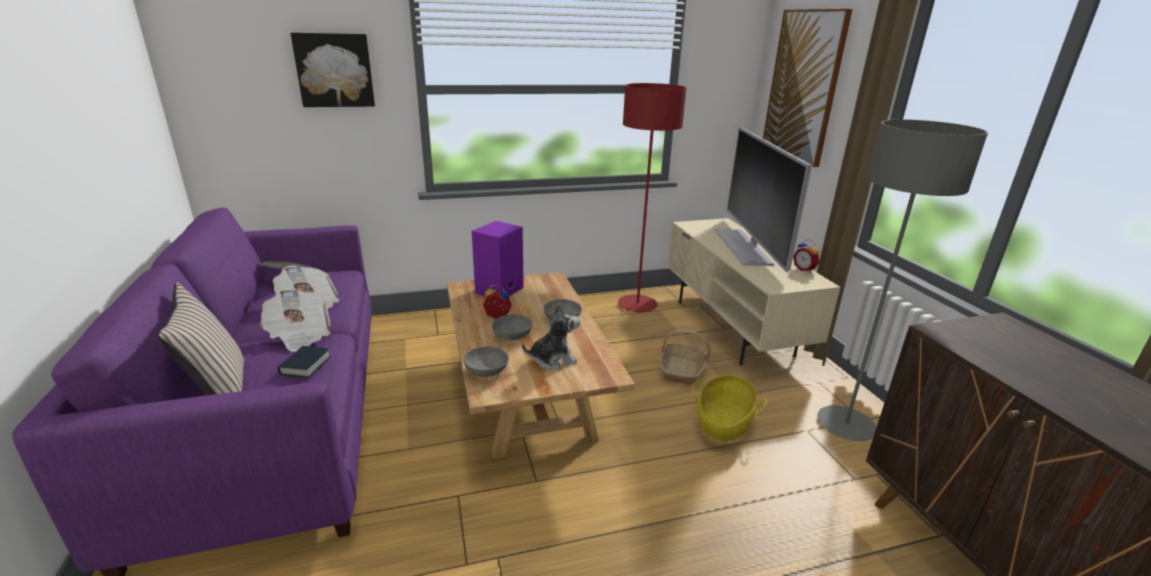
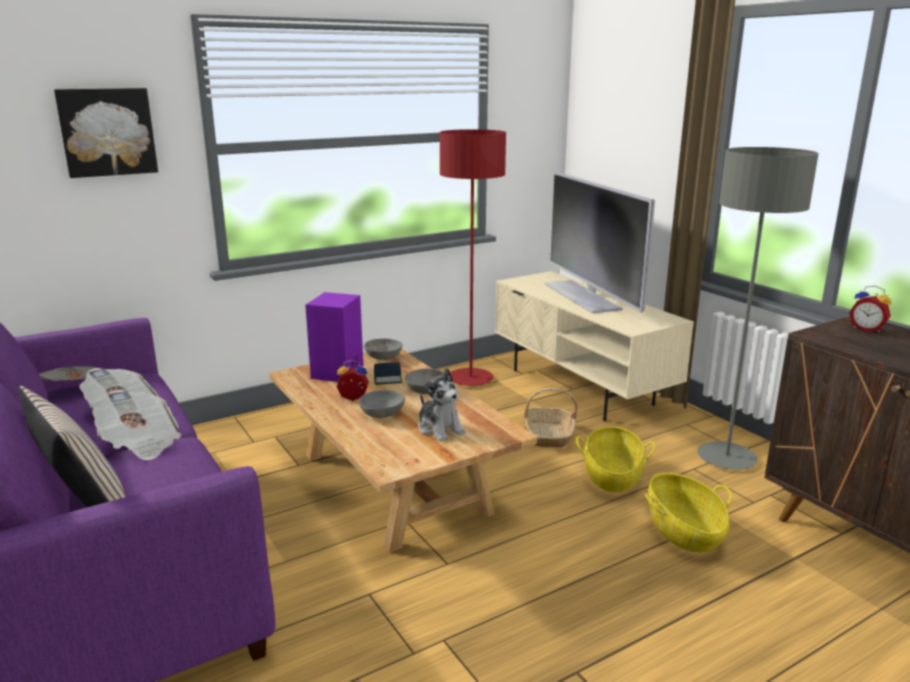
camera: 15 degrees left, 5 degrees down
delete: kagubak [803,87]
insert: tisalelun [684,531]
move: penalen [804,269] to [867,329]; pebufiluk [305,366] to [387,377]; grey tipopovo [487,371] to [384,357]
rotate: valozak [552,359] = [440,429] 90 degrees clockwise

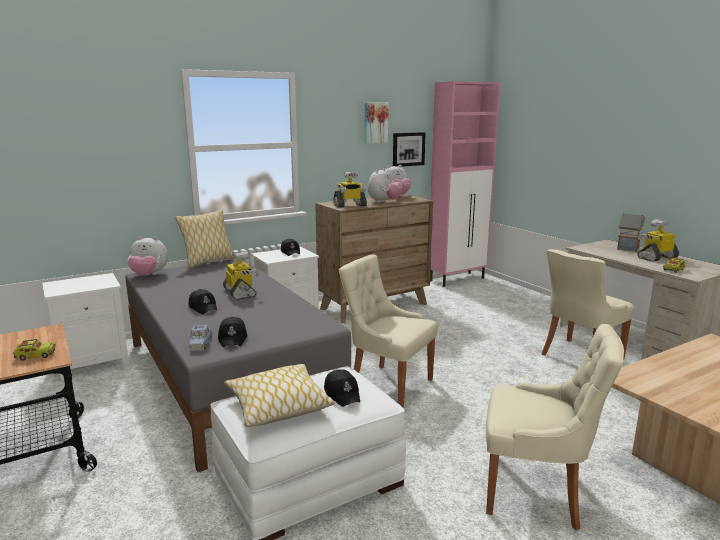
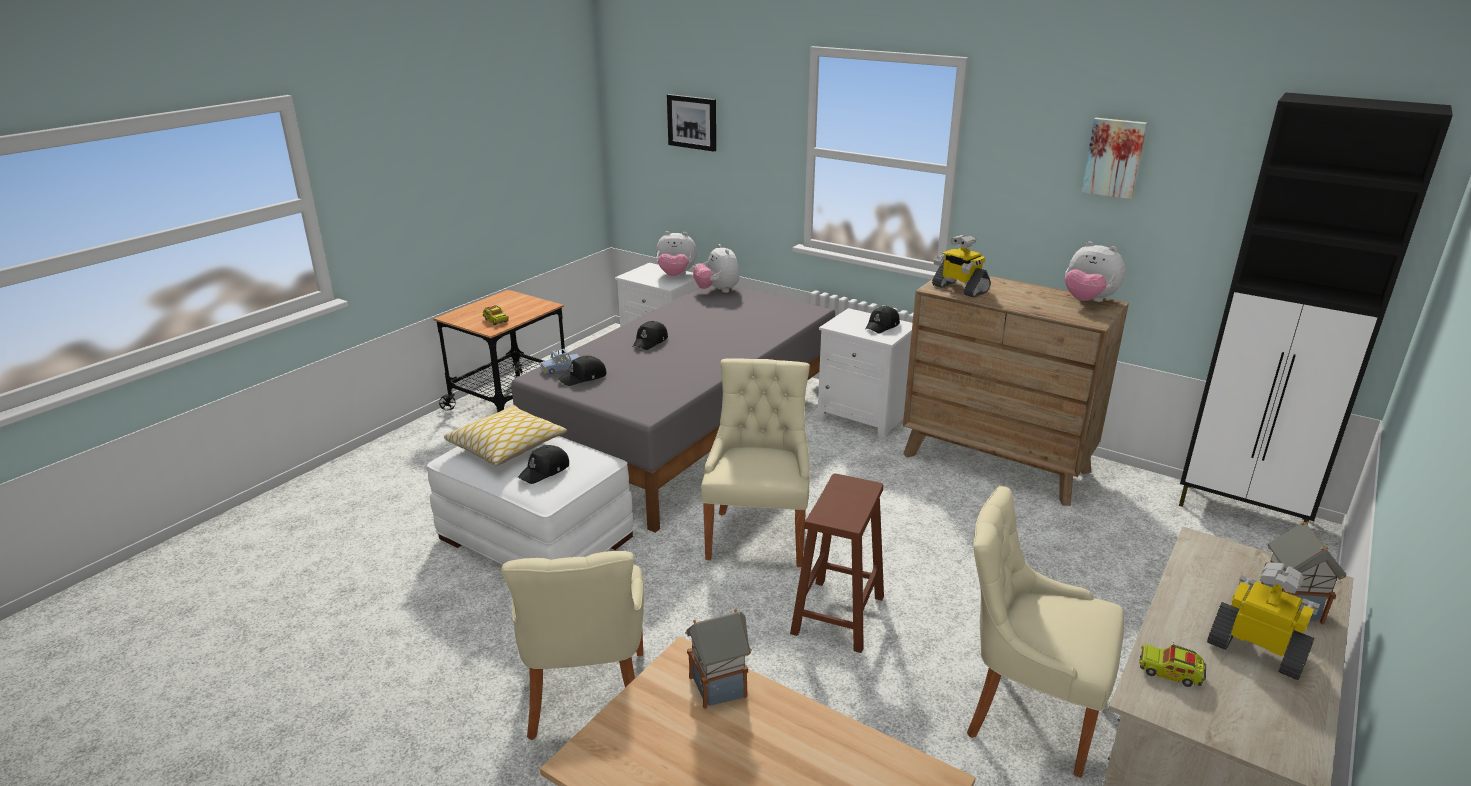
camera: 65 degrees right, 10 degrees up
delete: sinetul [208,262]; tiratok [240,293]
insert: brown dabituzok [838,616]; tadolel [719,686]
move: kagubak [408,149] to [692,122]; valozak [384,202] to [676,275]
recolor: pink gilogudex [458,279] to black gilogudex [1243,512]

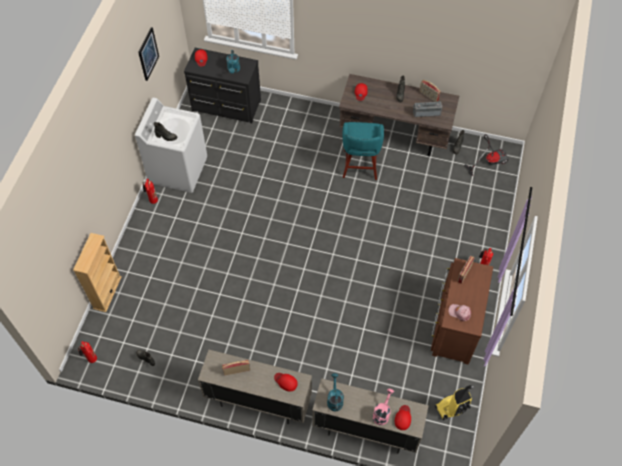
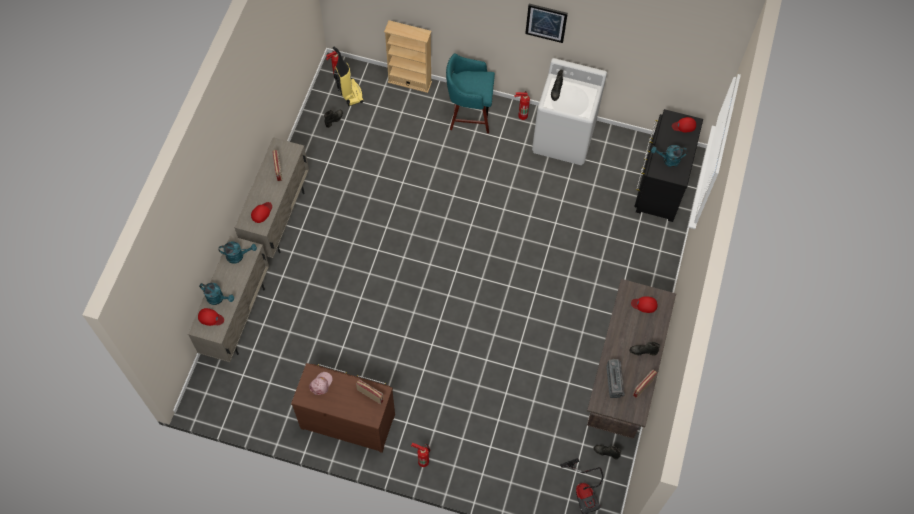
camera: 90 degrees right, 5 degrees up
move: kagubak [148,54] to [546,22]; turquoise dabituzok [360,166] to [469,115]; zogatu [452,408] to [350,93]
recolor: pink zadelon [382,413] to turquoise zadelon [218,298]

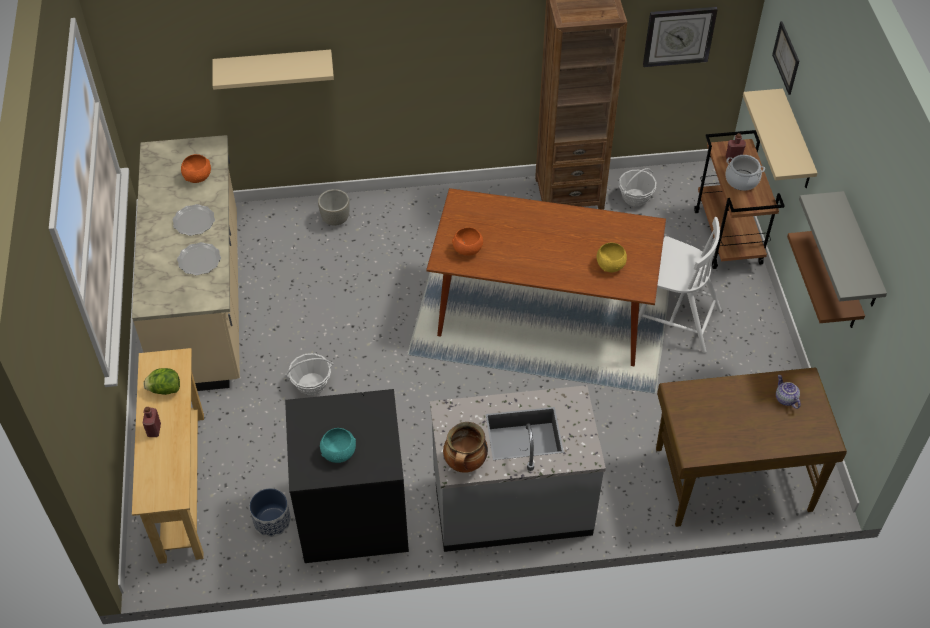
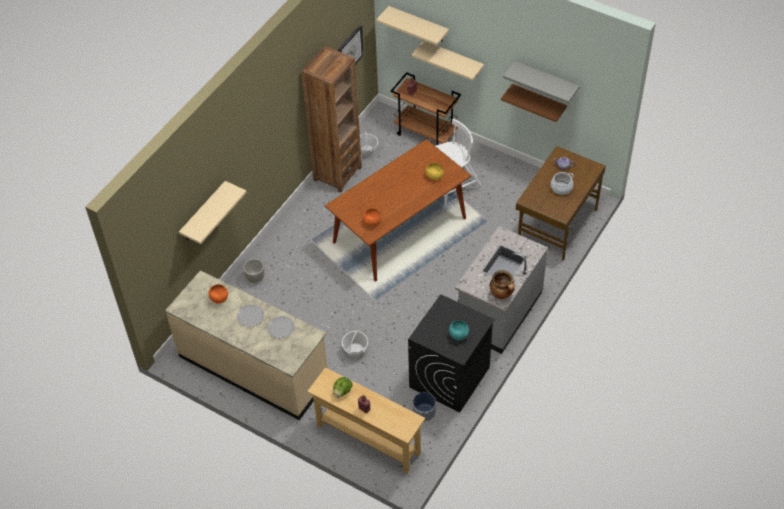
camera: 50 degrees left, 0 degrees up
move: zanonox [741,180] to [561,188]
replace: kagubak [786,57] to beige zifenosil [418,24]

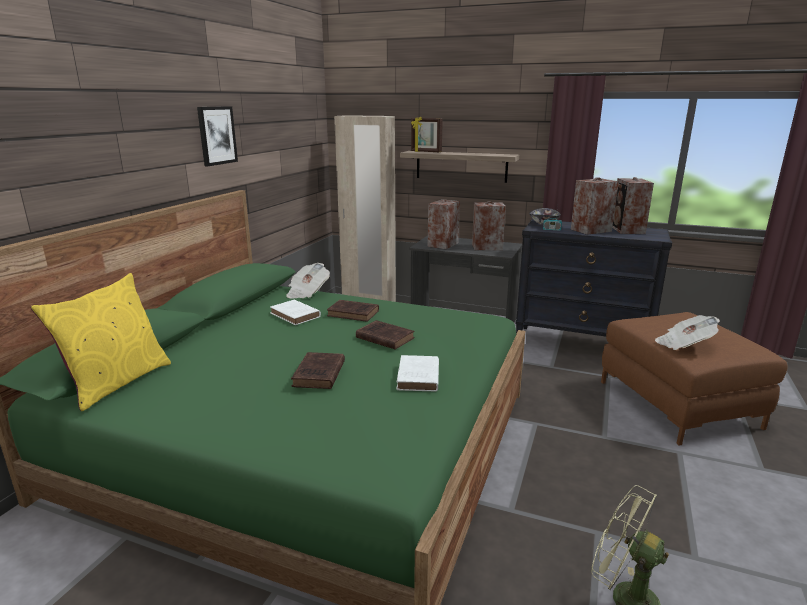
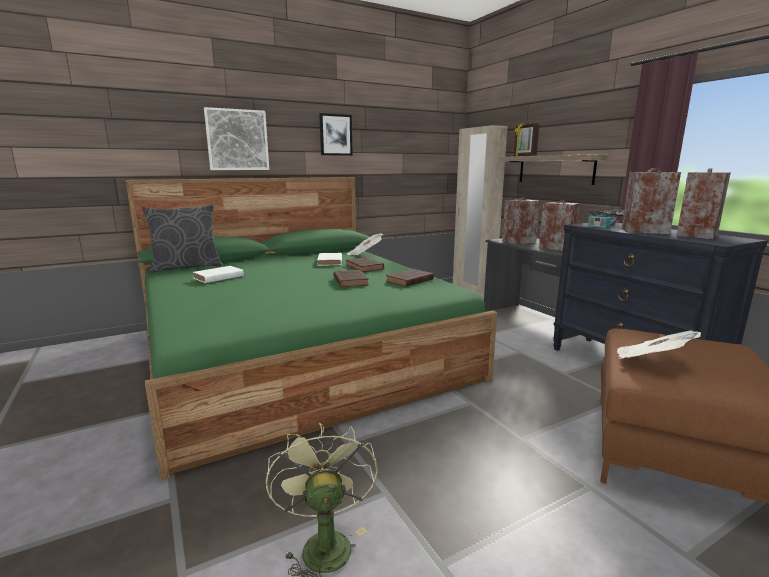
camera: 40 degrees right, 5 degrees down
insert: kagubak [237,140]
move: brown pebufiluk [318,375] to [409,281]; white pebufiluk [418,377] to [217,277]
recolor: yellow sinetul [117,382] to grey sinetul [186,267]

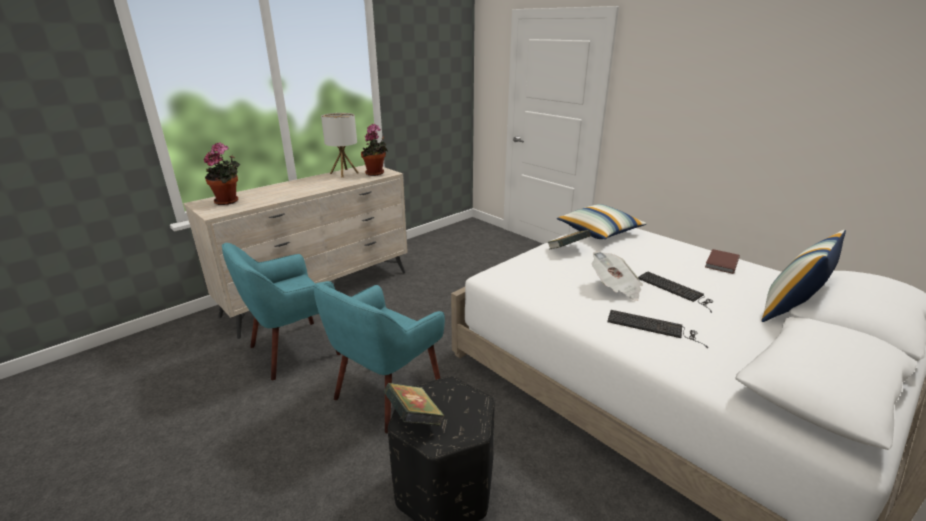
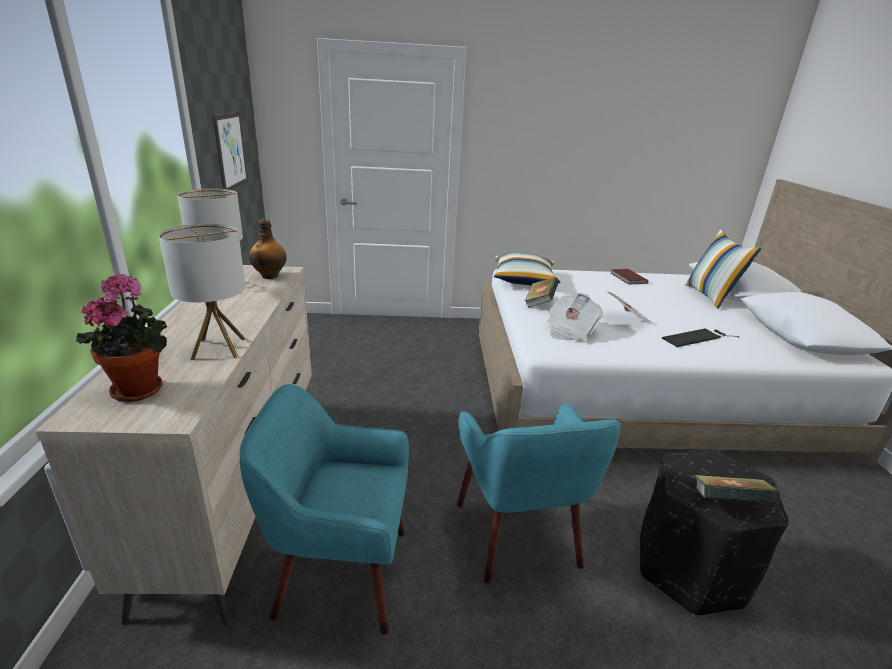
camera: 50 degrees left, 0 degrees up
delete: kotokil [676,290]
insert: kagubak [231,151]; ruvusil [218,348]; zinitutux [570,331]
replace: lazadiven [376,173] to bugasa [270,276]
rotate: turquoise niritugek [293,350] = [340,573] 90 degrees clockwise

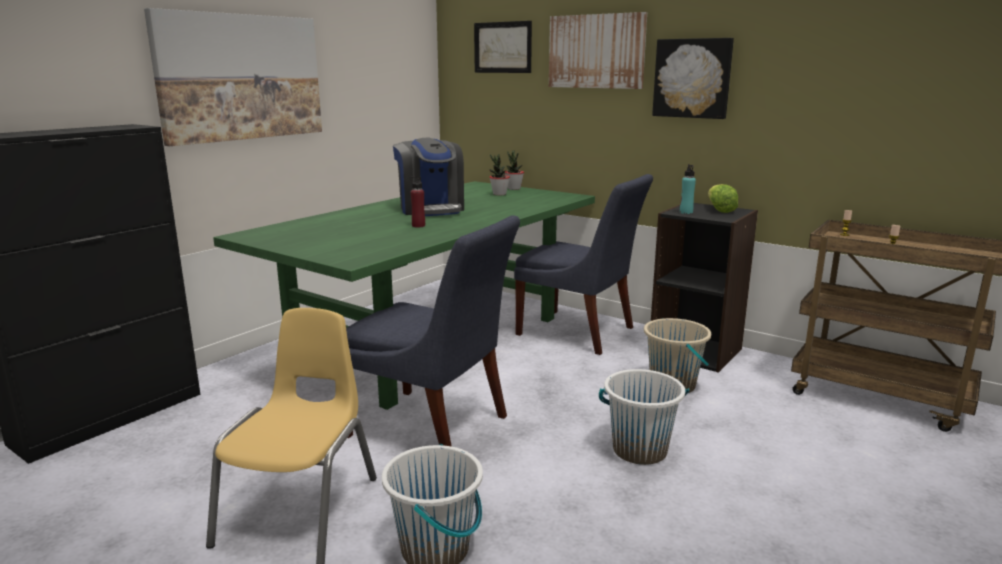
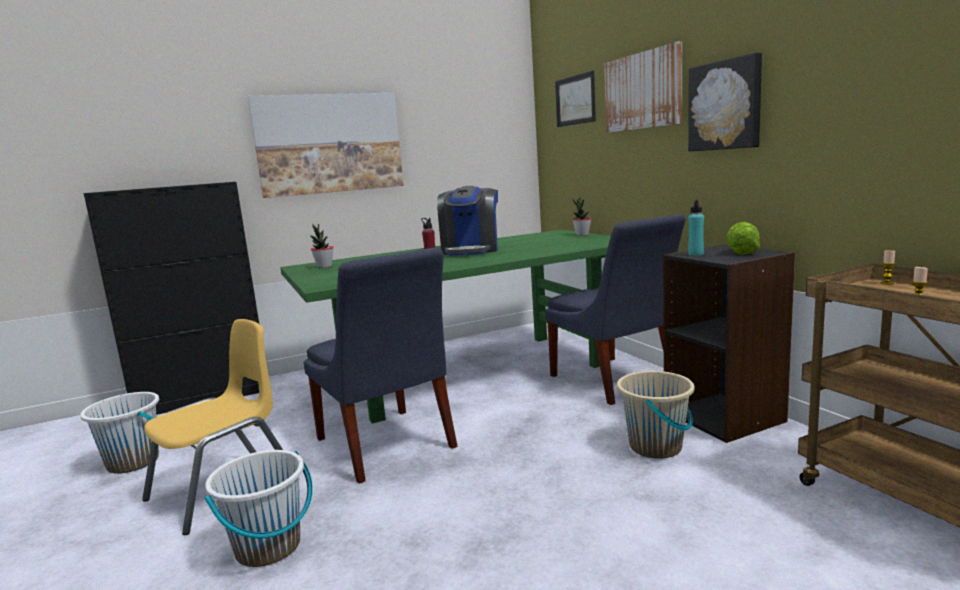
camera: 30 degrees right, 5 degrees down
move: lazadiven [499,194] to [324,266]; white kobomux [639,450] to [133,462]

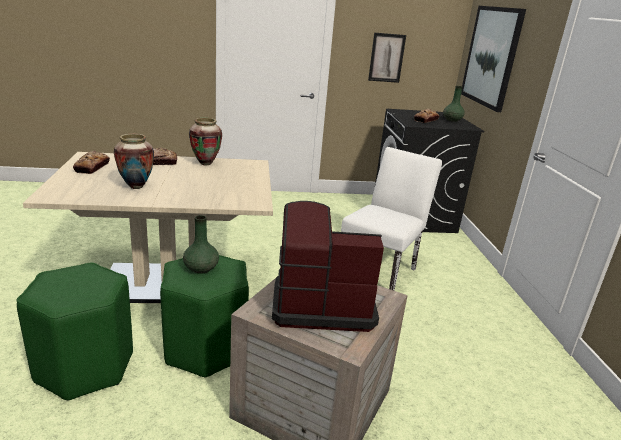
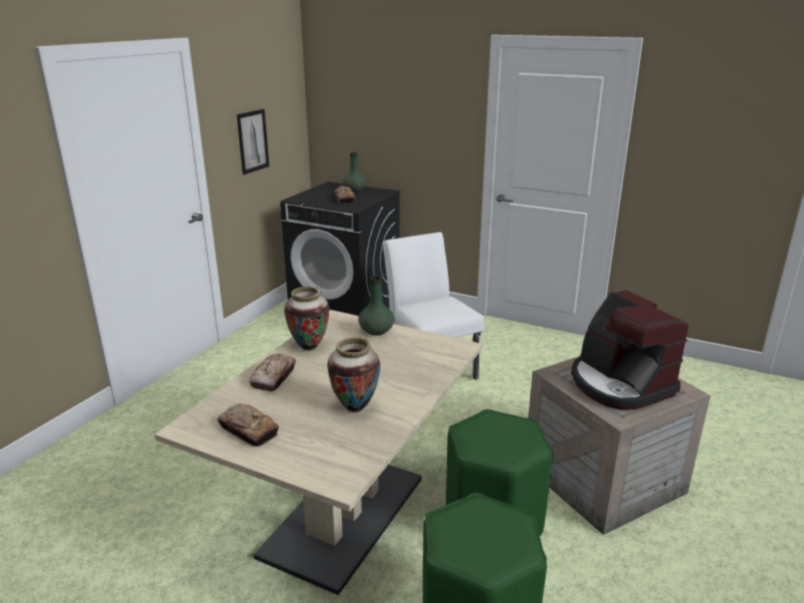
camera: 55 degrees left, 0 degrees up
delete: kagubak [491,56]
move: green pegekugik [200,268] to [376,331]
rotate: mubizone [321,304] = [619,384] 60 degrees counterclockwise

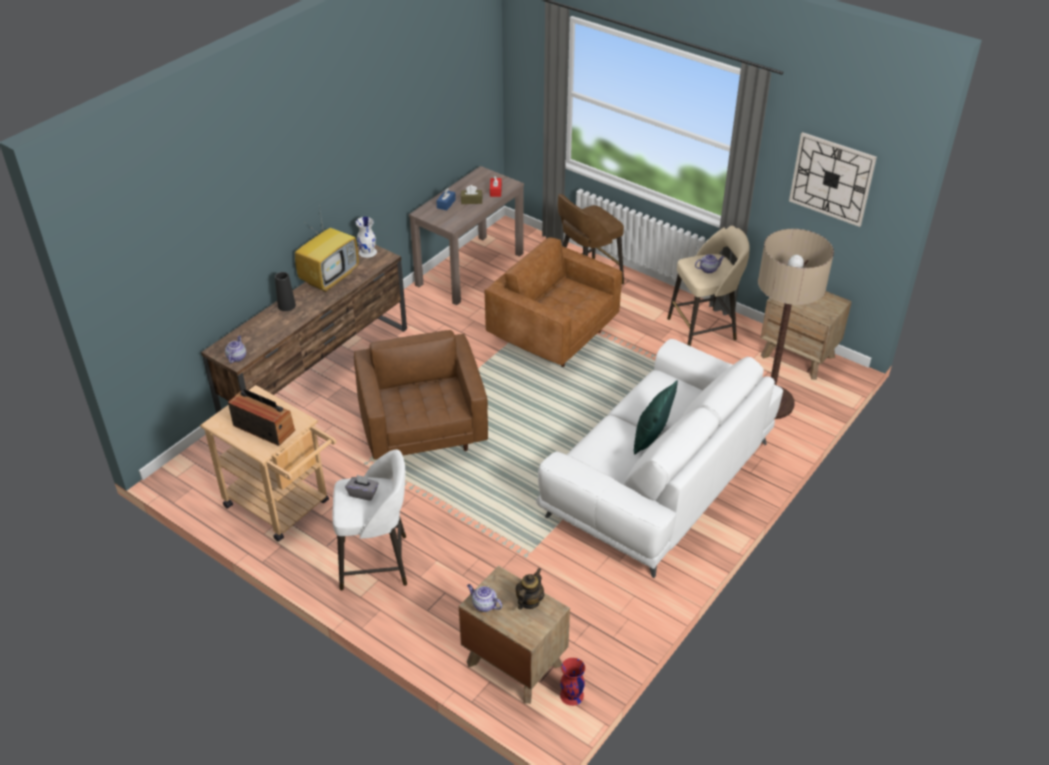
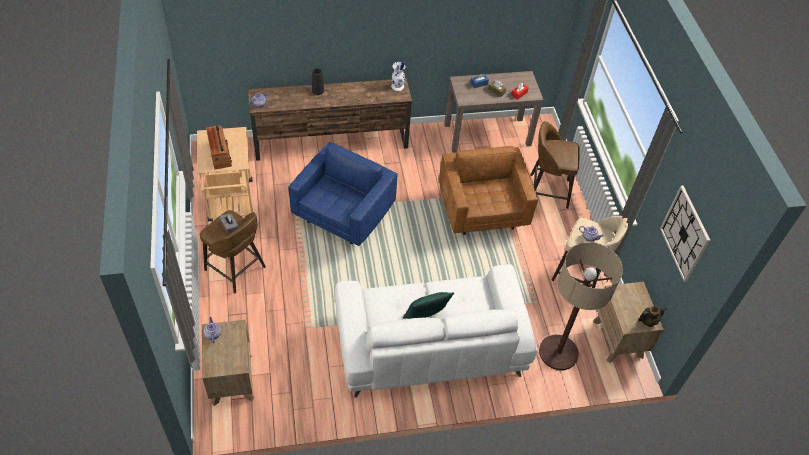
camera: 40 degrees right, 10 degrees up
delete: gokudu [330,278]; red pegekugik [571,695]
move: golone [529,601] to [648,321]
recolor: brown niritugek [423,430] to blue niritugek [344,215]; white dabituzok [376,562] to brown dabituzok [236,269]

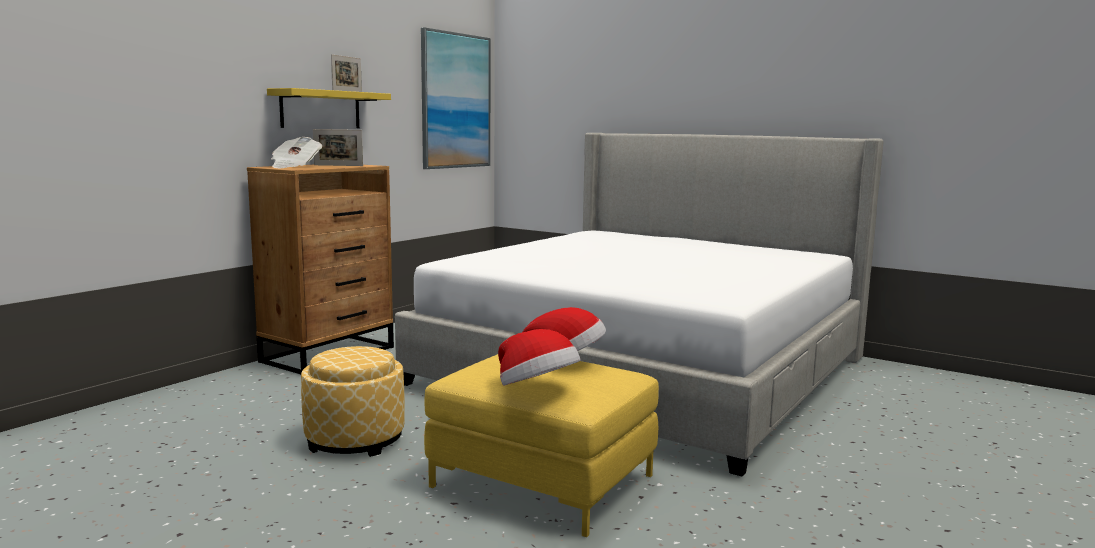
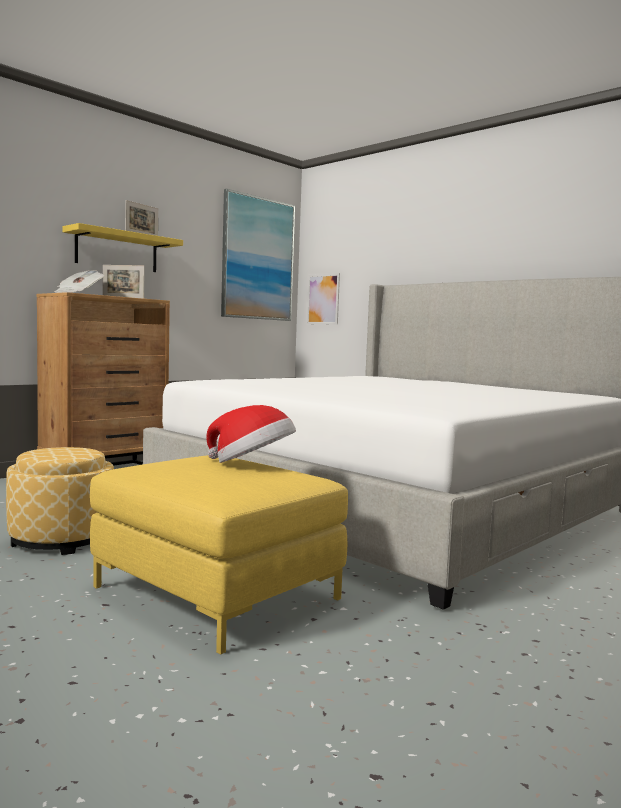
camera: 10 degrees right, 5 degrees down
delete: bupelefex [537,390]
insert: kagubak [323,299]

